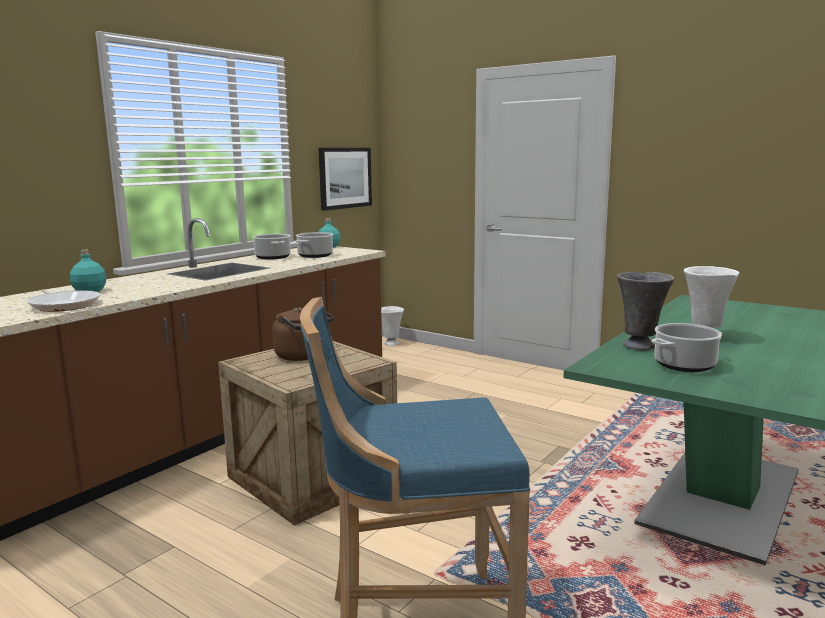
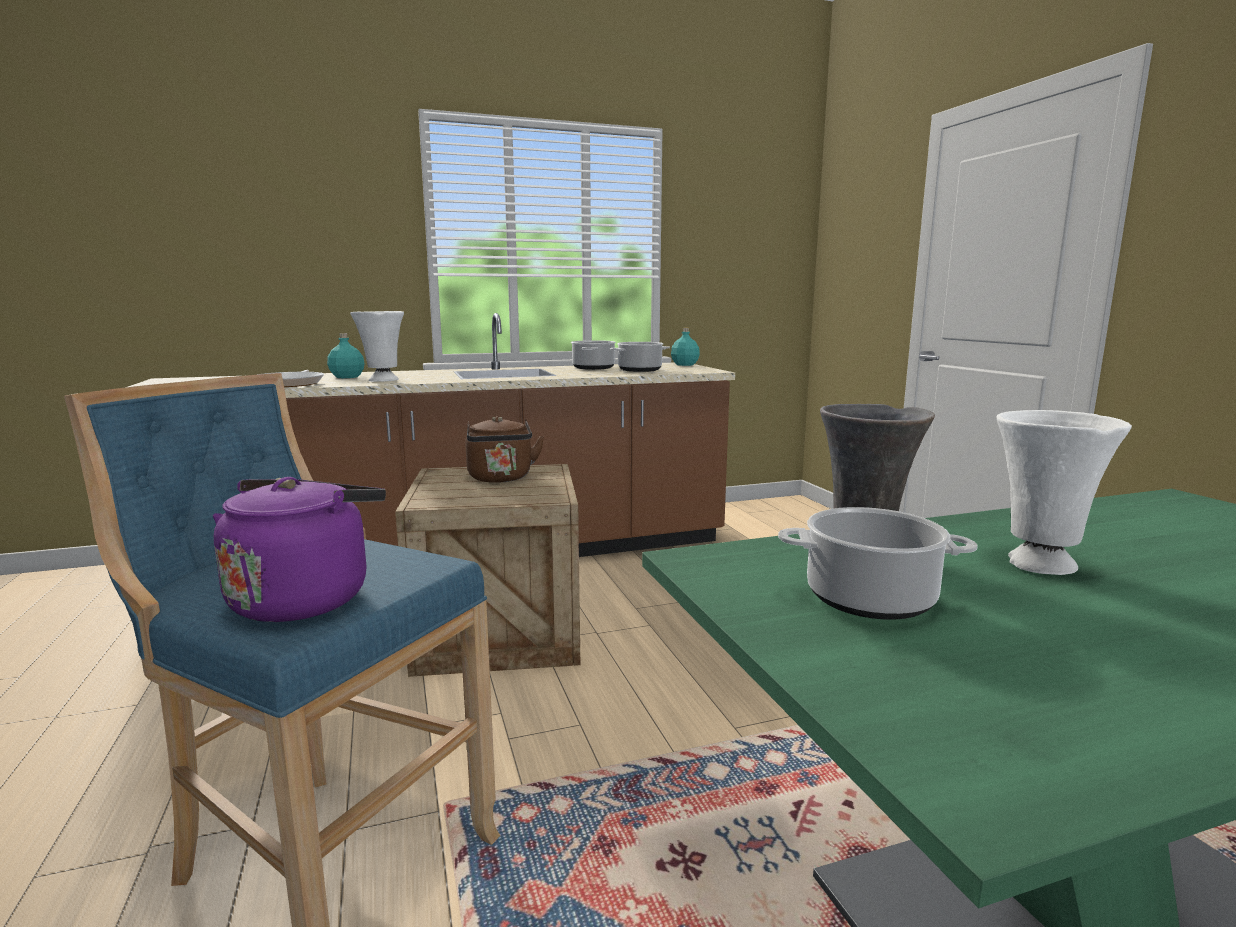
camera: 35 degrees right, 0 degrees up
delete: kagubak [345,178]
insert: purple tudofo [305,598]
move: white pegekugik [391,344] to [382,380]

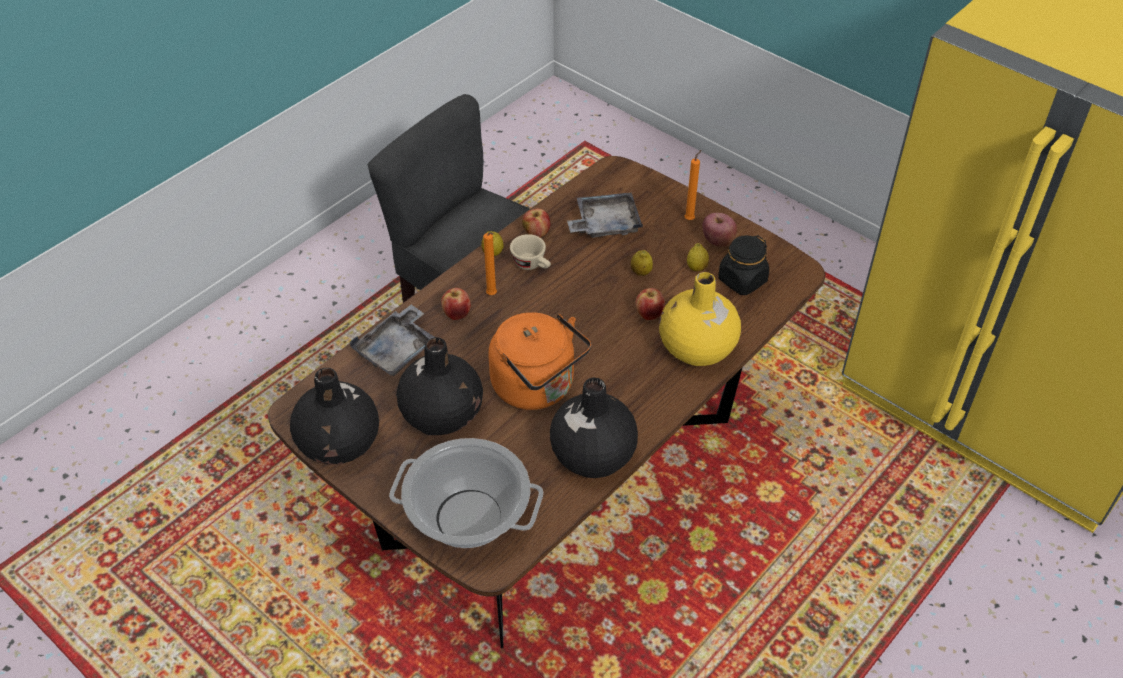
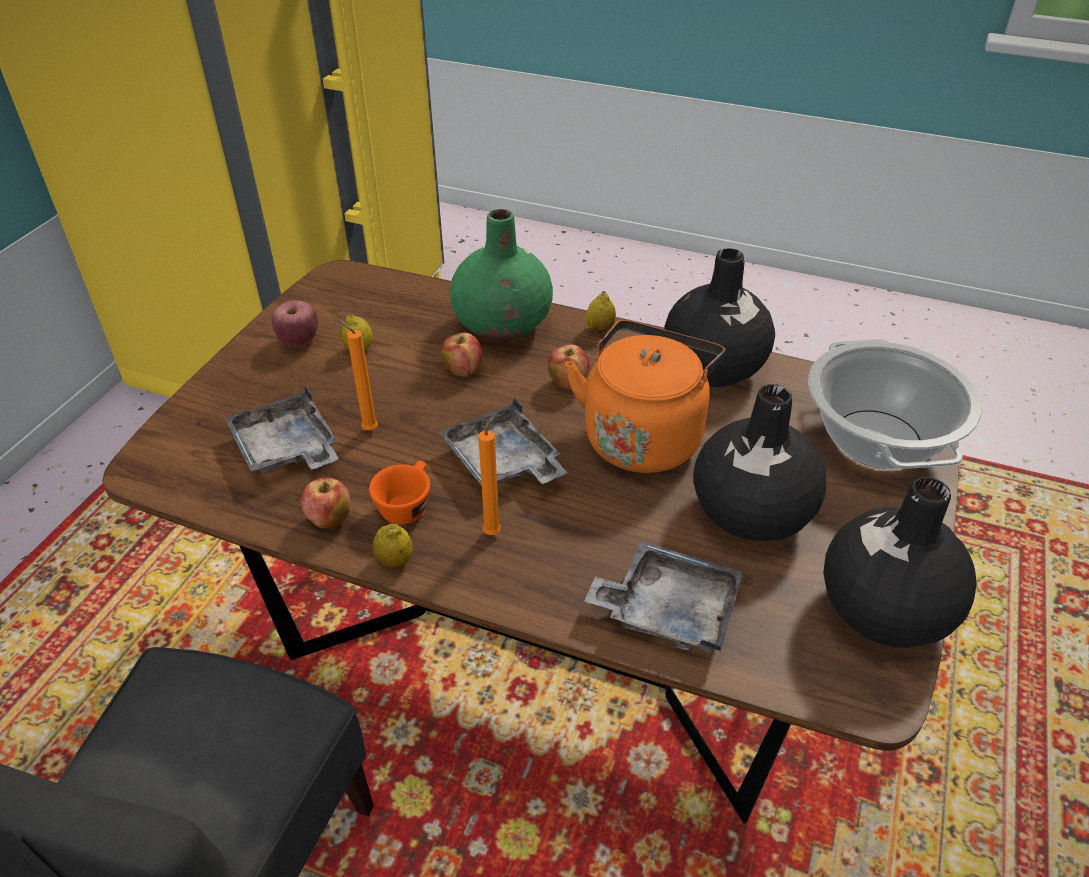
camera: 110 degrees left, 5 degrees down
delete: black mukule [742,280]
insert: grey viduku [503,463]
move: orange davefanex [690,219] to [368,429]; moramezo [641,272] to [600,329]; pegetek [457,314] to [568,383]
recolor: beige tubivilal [532,265] to orange tubivilal [406,505]; yellow pegekugik [697,348] to green pegekugik [503,325]

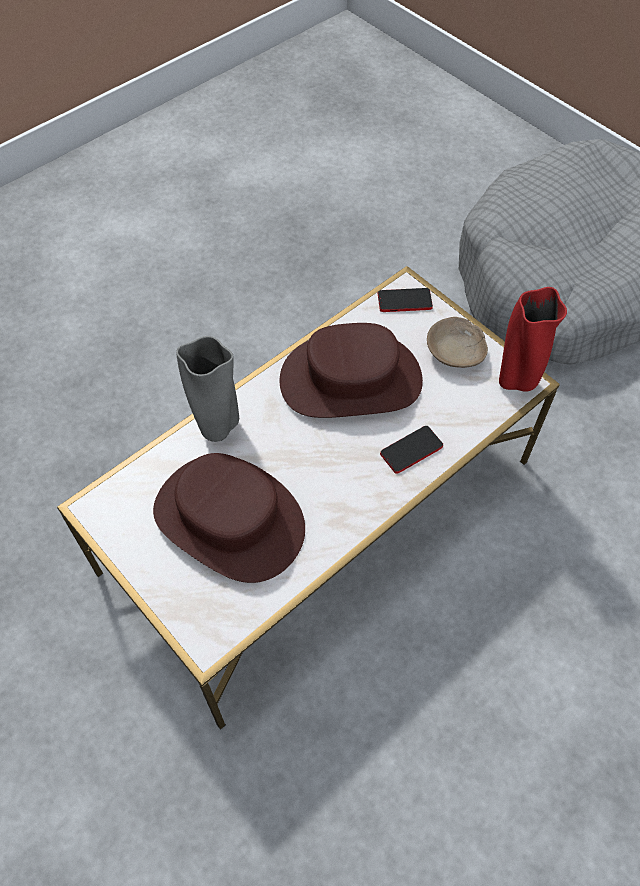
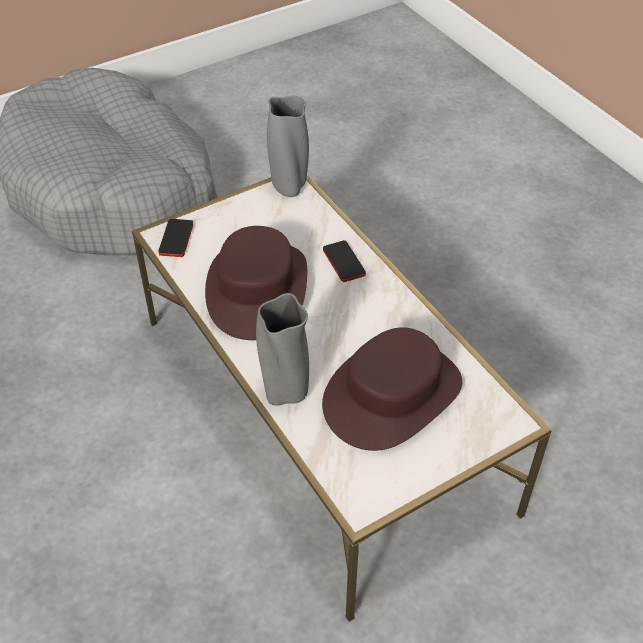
camera: 80 degrees left, 10 degrees down
delete: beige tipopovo [456,351]
recolor: red pegekugik [516,381] to grey pegekugik [289,188]

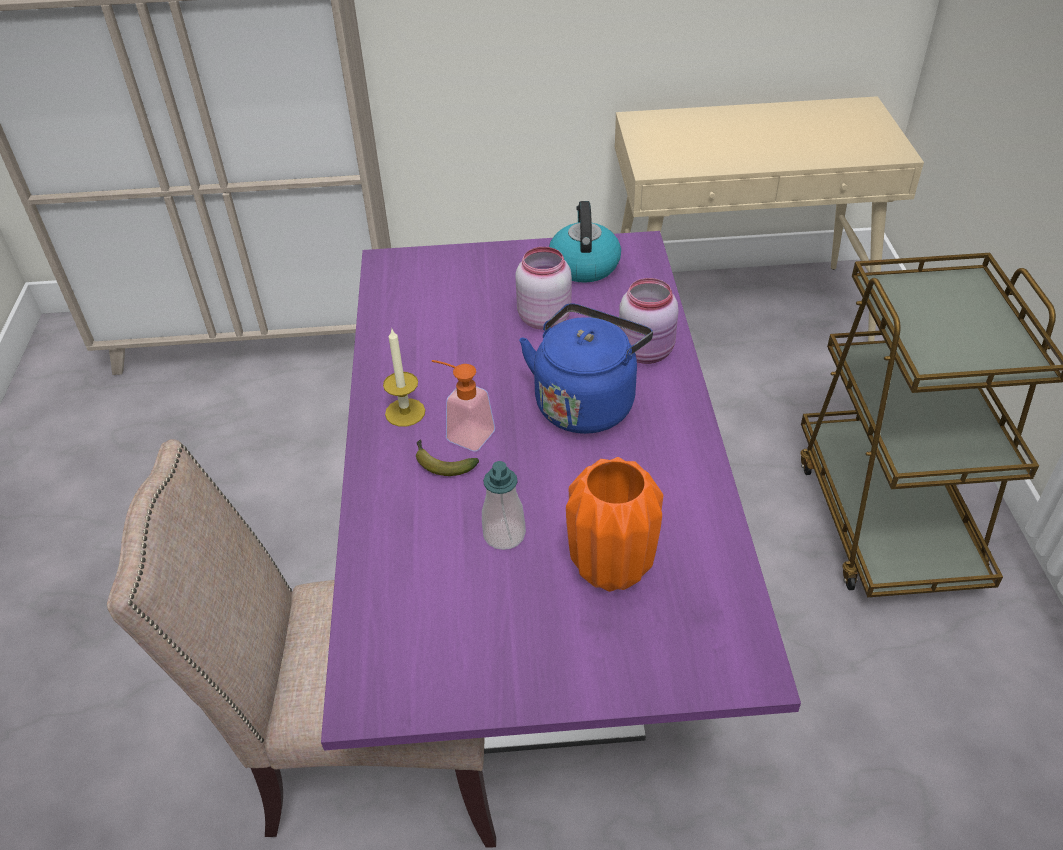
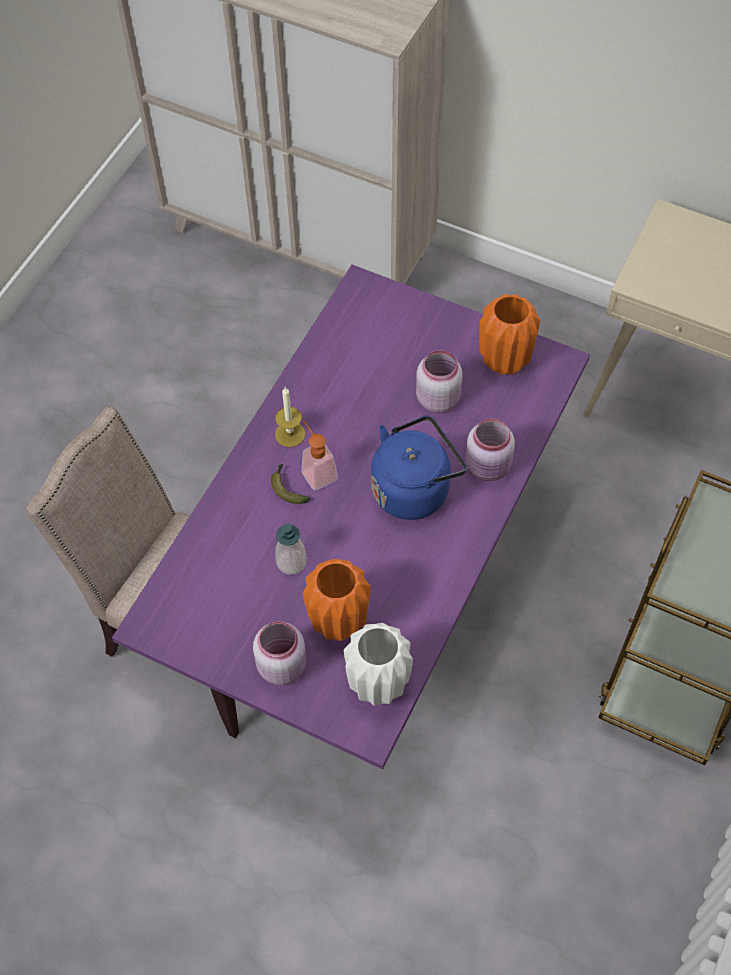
camera: 30 degrees right, 15 degrees up
insert: pink mukule [282,664]; white pegekugik [378,685]
replace: tudofo [583,265] to orange pegekugik [504,361]

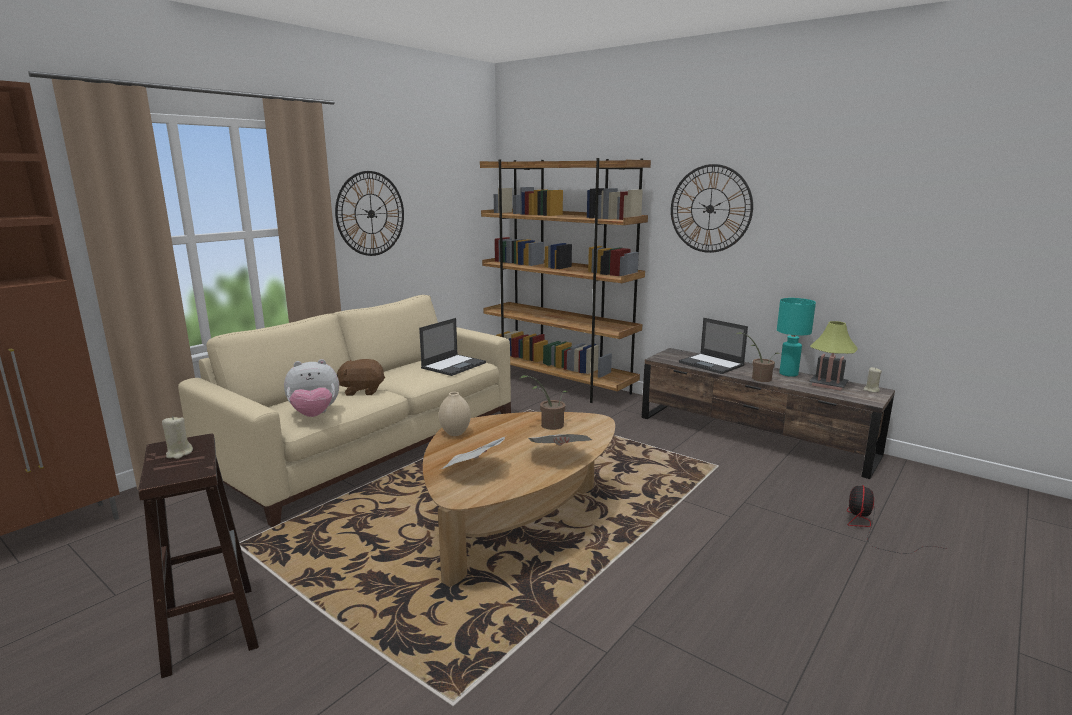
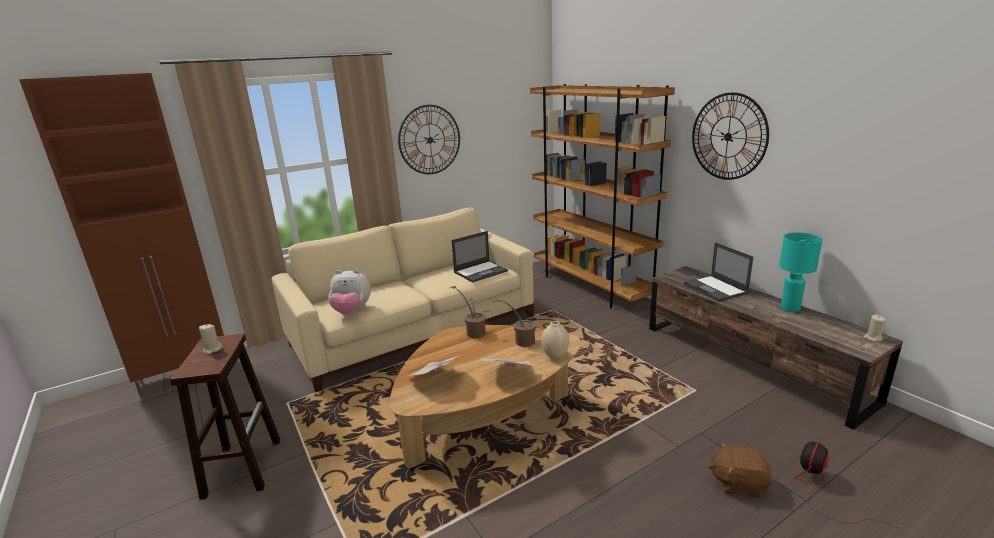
camera: 20 degrees right, 5 degrees up
delete: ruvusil [828,384]
move: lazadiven [758,378] to [474,332]; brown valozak [362,391] to [738,483]; beige pegekugik [455,433] to [555,356]

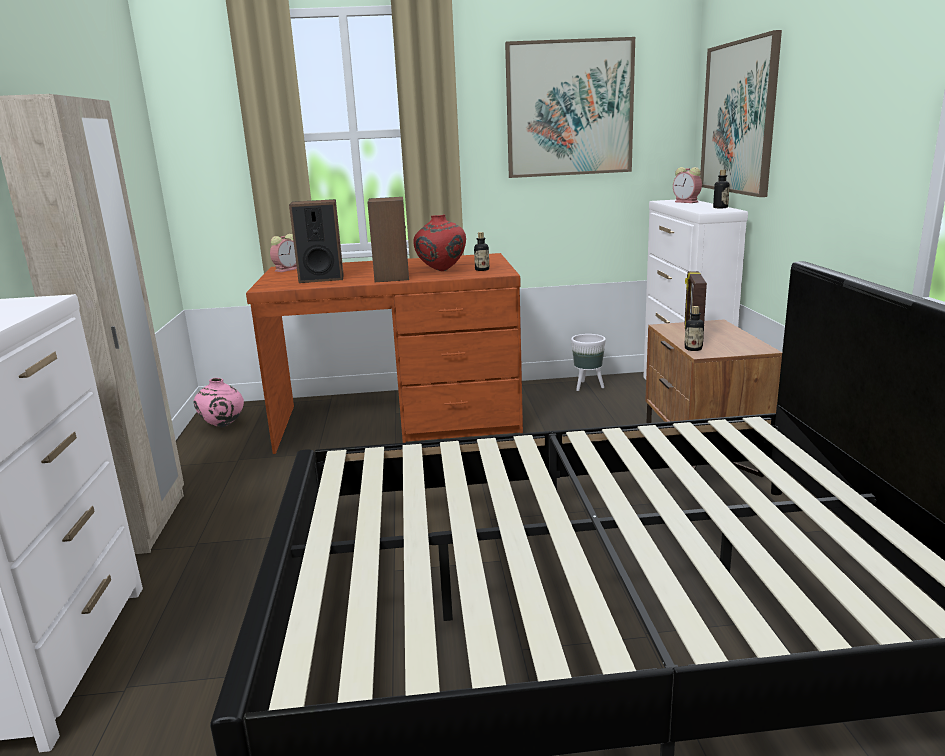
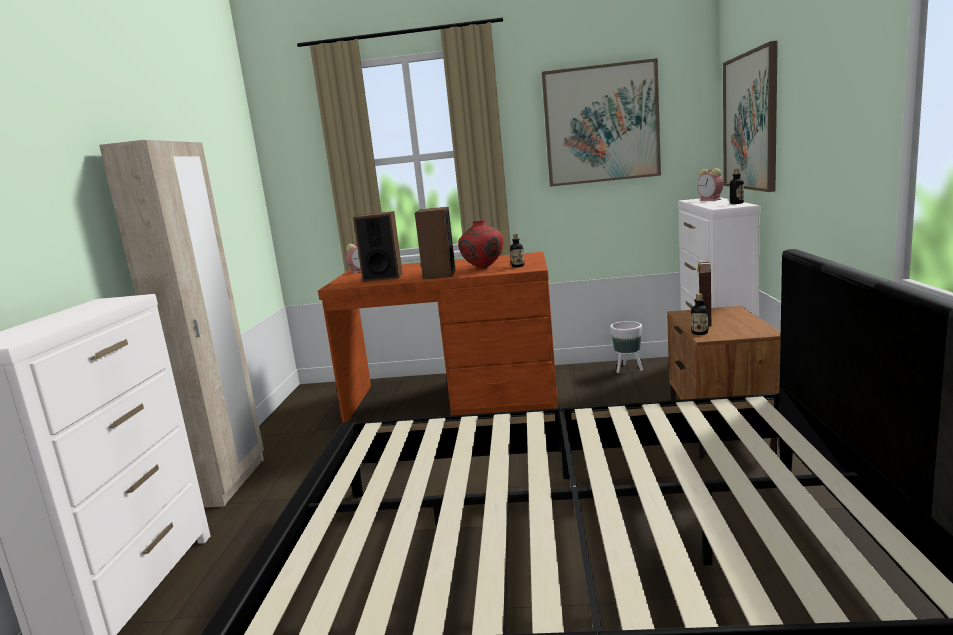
camera: 10 degrees right, 5 degrees down
delete: pink pegekugik [223,426]

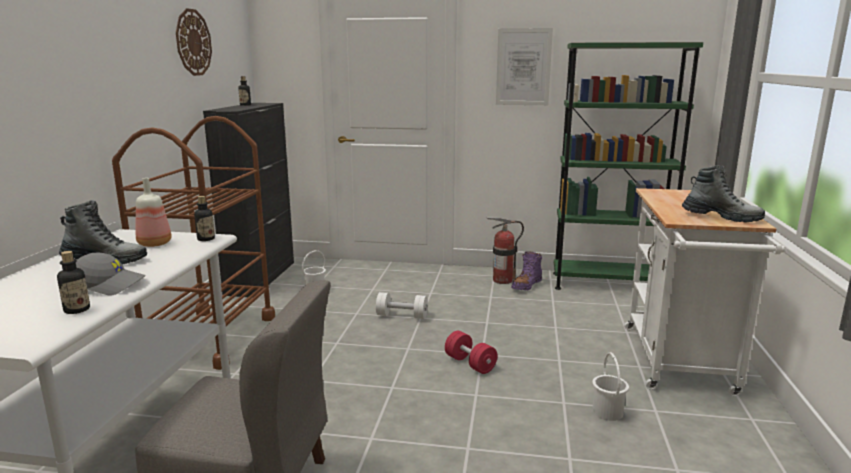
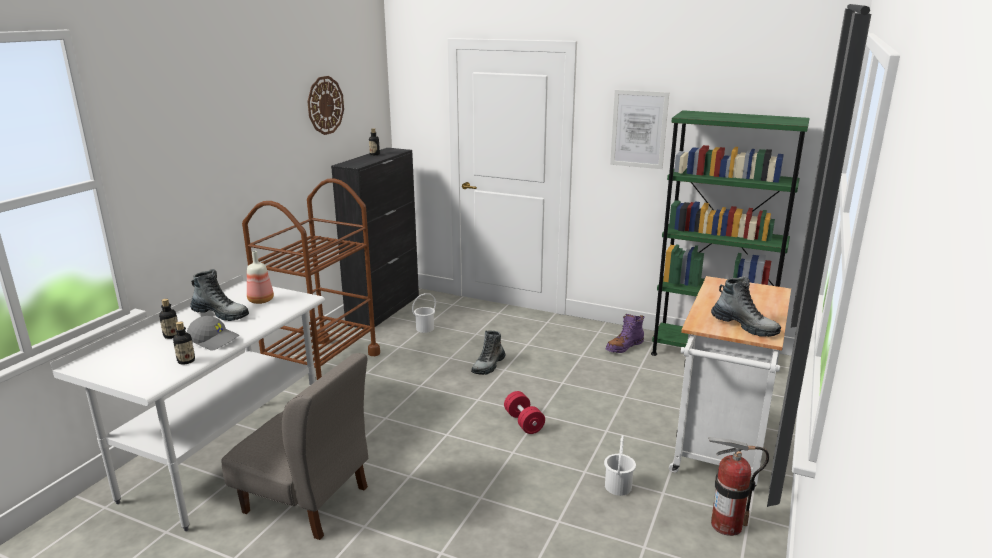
camera: 15 degrees right, 5 degrees up
move: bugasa [206,239] to [171,336]; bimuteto [502,280] to [726,525]
replace: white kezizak [402,316] to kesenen [488,366]

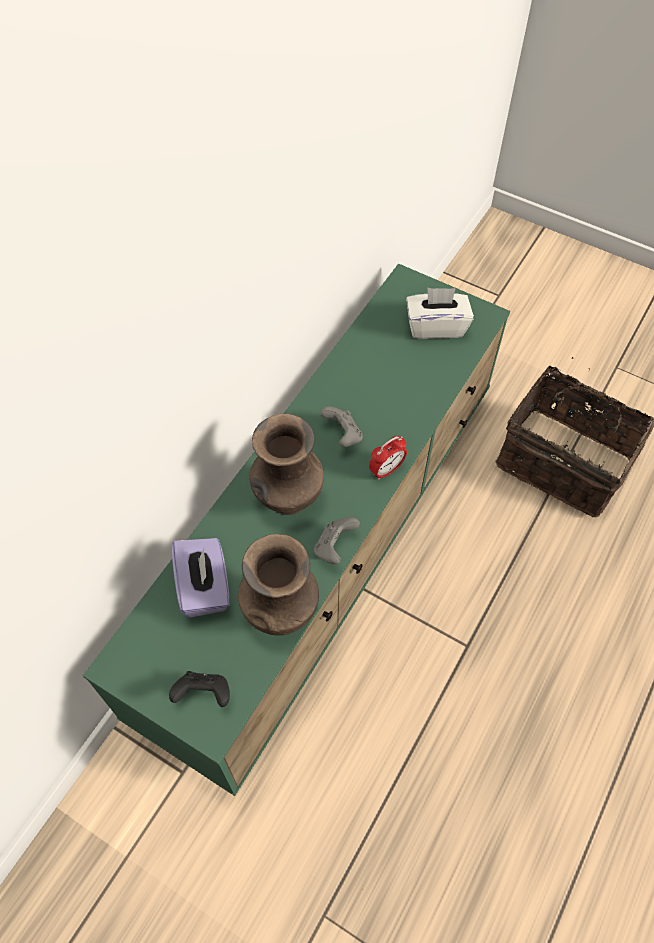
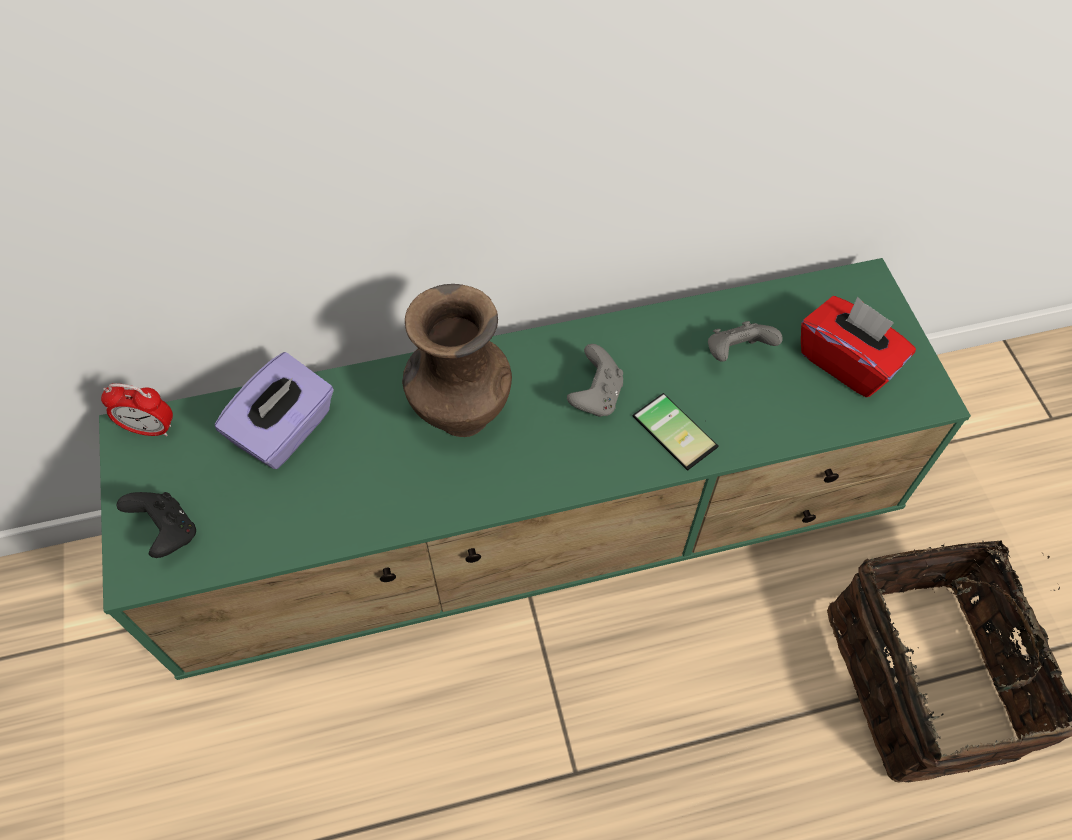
camera: 45 degrees right, 0 degrees up
delete: brown pegekugik [281,612]
insert: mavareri [678,429]
move: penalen [386,470] to [150,428]; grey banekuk [334,547] to [736,353]
recolor: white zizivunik [436,326] to red zizivunik [847,362]

